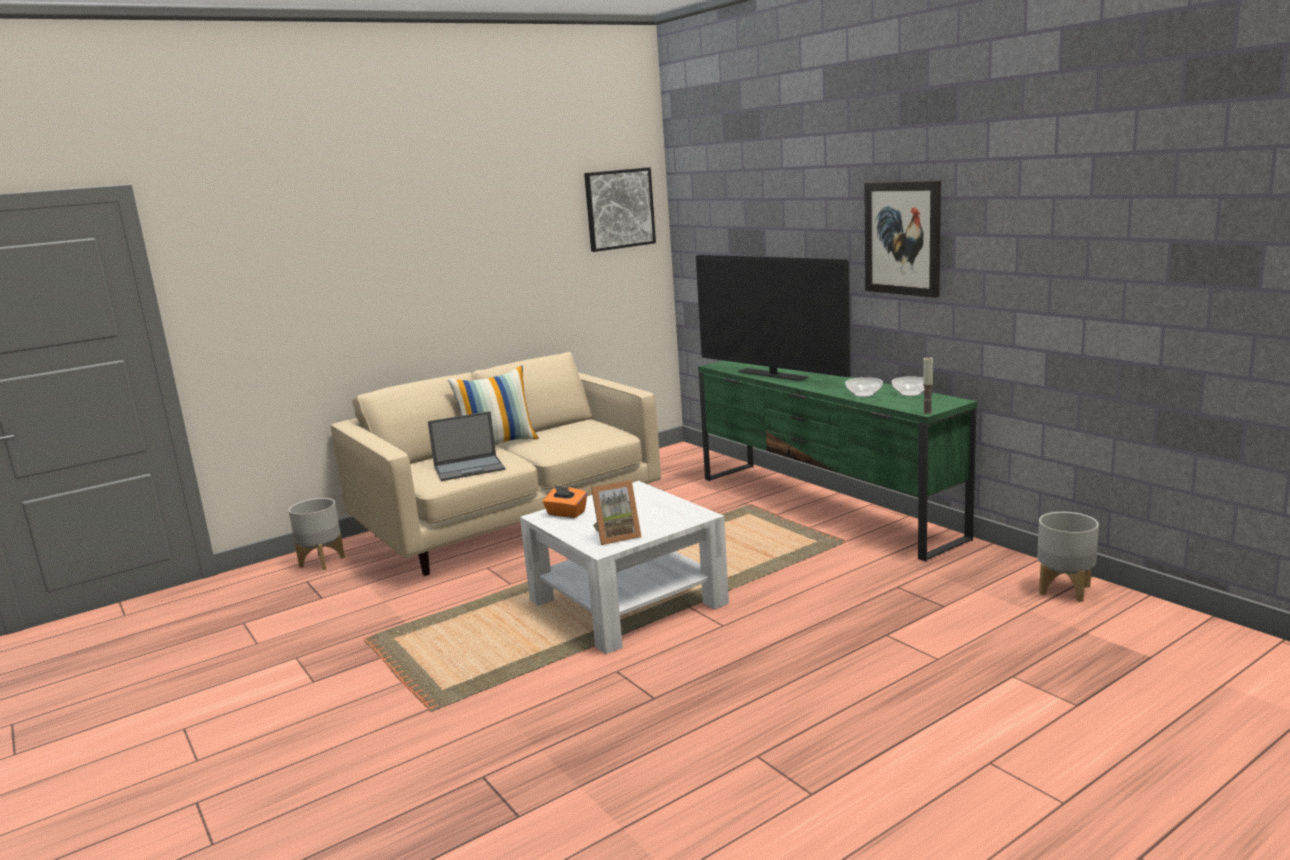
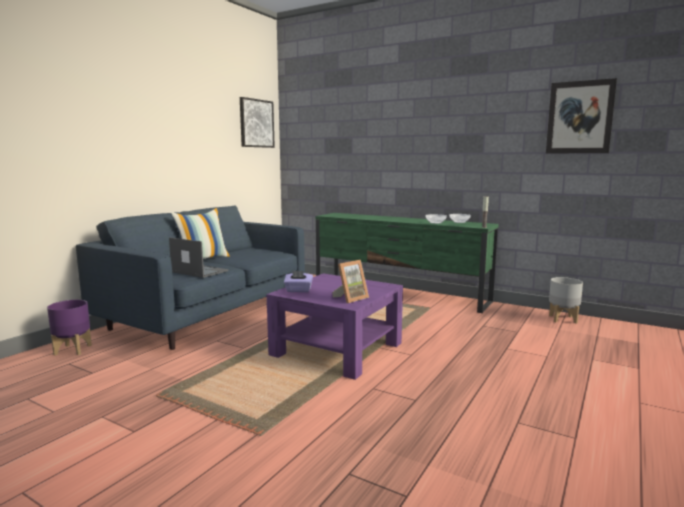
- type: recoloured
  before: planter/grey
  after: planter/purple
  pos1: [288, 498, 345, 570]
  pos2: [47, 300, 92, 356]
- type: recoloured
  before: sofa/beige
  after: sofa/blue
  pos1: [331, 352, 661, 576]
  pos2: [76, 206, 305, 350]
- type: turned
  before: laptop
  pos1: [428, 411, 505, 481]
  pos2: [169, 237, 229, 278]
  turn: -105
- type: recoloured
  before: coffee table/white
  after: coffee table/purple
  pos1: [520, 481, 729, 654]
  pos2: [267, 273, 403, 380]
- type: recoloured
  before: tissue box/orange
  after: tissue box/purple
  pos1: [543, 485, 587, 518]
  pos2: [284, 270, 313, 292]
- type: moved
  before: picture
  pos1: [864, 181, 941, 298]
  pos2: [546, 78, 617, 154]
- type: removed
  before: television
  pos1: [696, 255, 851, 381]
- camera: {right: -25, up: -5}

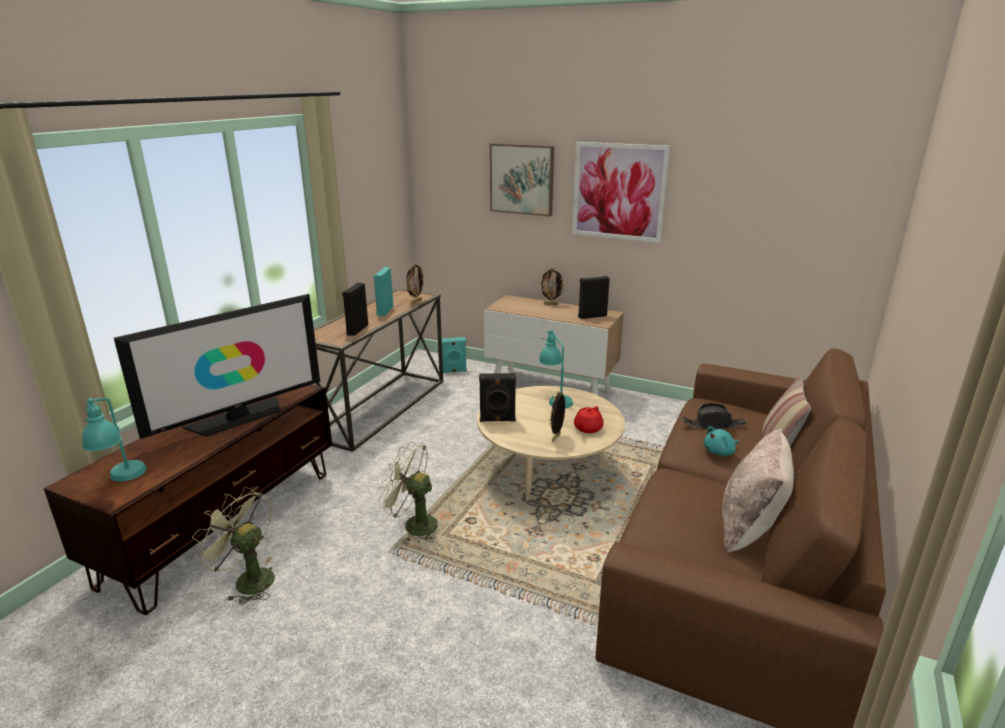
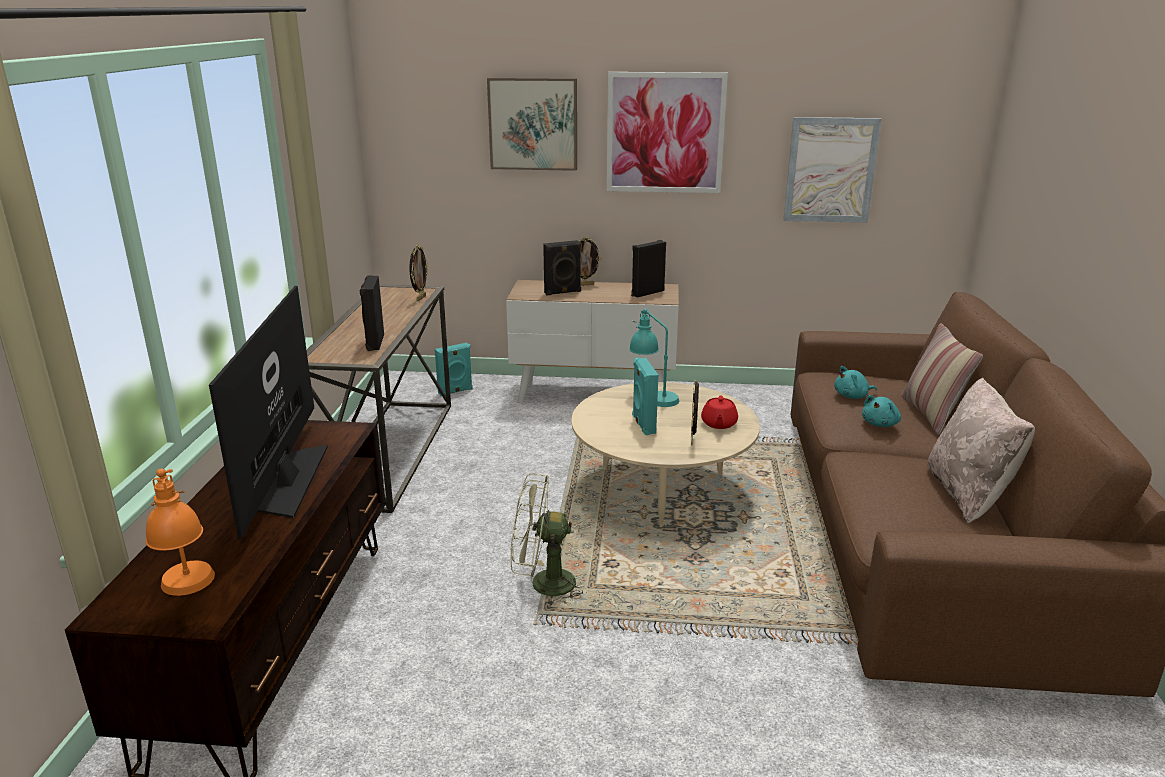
- type: recoloured
  before: table lamp/turquoise
  after: table lamp/orange
  pos1: [82, 398, 147, 481]
  pos2: [145, 468, 215, 596]
- type: turned
  before: television
  pos1: [114, 294, 320, 439]
  pos2: [209, 286, 328, 539]
  turn: 150
- type: moved
  before: speaker/black
  pos1: [479, 373, 516, 422]
  pos2: [543, 240, 581, 296]
- type: moved
  before: speaker/turquoise
  pos1: [373, 267, 394, 316]
  pos2: [632, 358, 658, 435]
- type: added
  after: picture
  pos2: [784, 117, 882, 223]
- type: replaced
  before: hat/black
  after: plush toy/turquoise
  pos1: [682, 403, 747, 429]
  pos2: [834, 366, 877, 399]
- type: removed
  before: fan/green
  pos1: [192, 487, 275, 605]
- camera: {right: -20, up: 0}

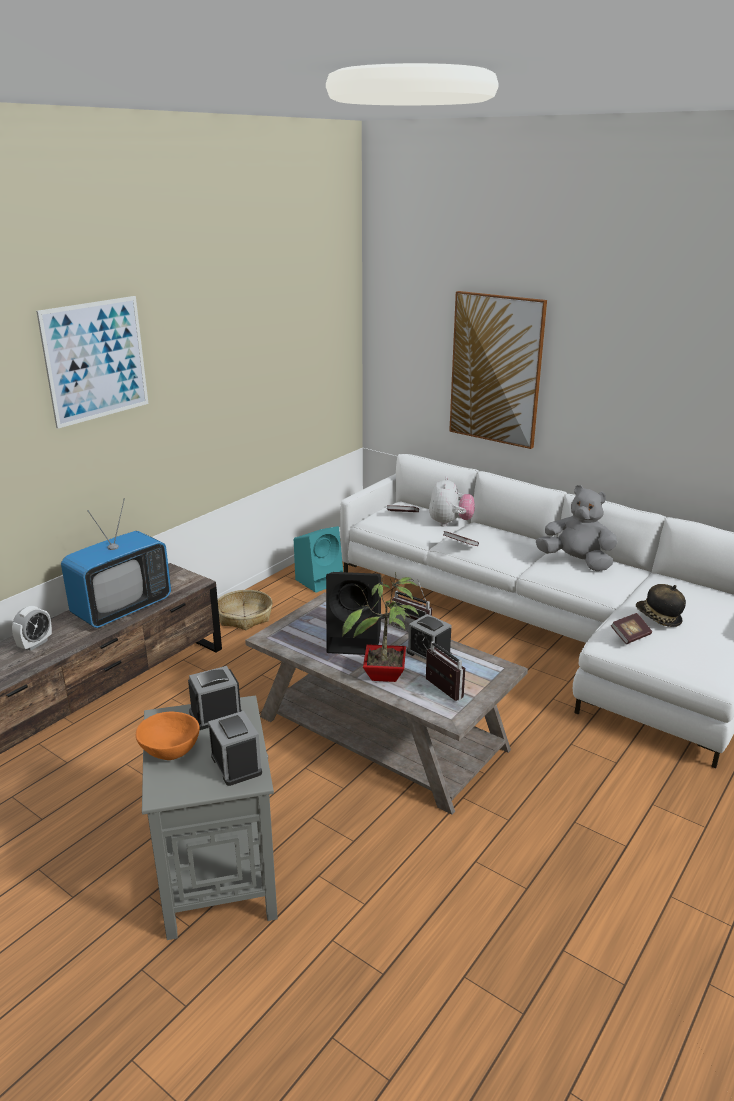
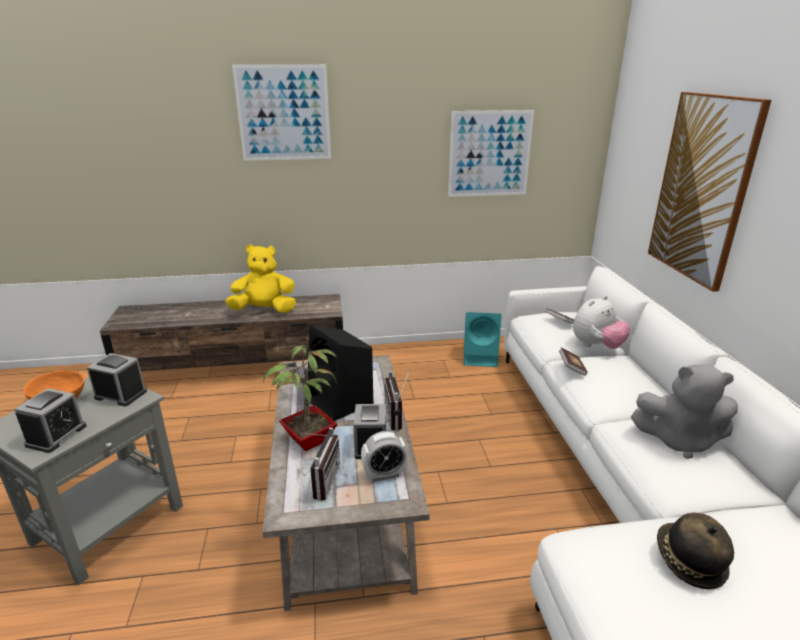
- type: replaced
  before: television
  after: plush toy/yellow
  pos1: [61, 498, 171, 628]
  pos2: [225, 244, 296, 313]
- type: moved
  before: alarm clock
  pos1: [12, 606, 52, 651]
  pos2: [361, 431, 408, 482]
- type: added
  after: picture
  pos2: [448, 110, 534, 197]
- type: turned
  before: plush toy/grey
  pos1: [536, 485, 618, 571]
  pos2: [630, 364, 738, 459]
  turn: 120
- type: removed
  before: basket
  pos1: [218, 590, 273, 630]
- type: removed
  before: book
  pos1: [610, 613, 652, 644]
- camera: {right: 45, up: 0}

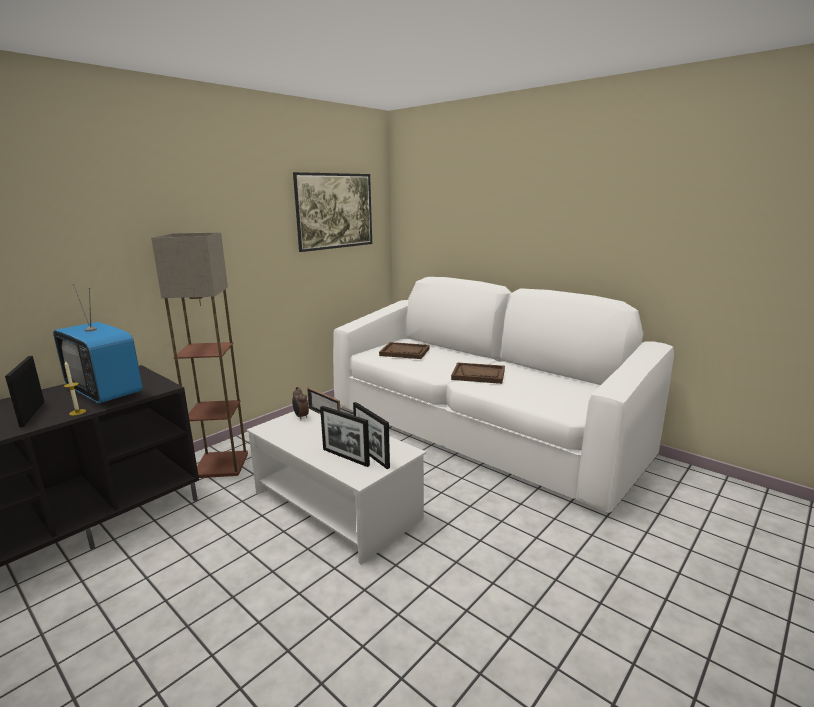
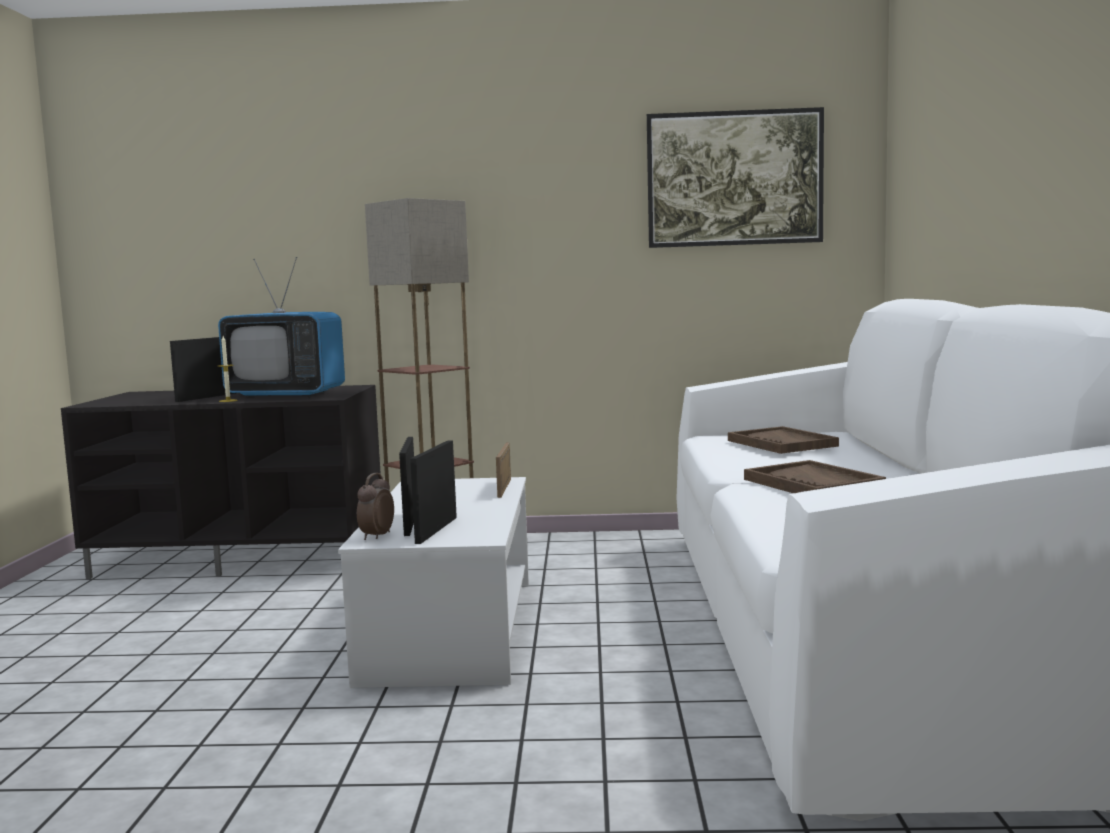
- type: turned
  before: television
  pos1: [53, 284, 143, 403]
  pos2: [218, 257, 345, 397]
  turn: -75
- type: moved
  before: alarm clock
  pos1: [292, 387, 309, 420]
  pos2: [357, 473, 394, 540]
- camera: {right: 50, up: -10}

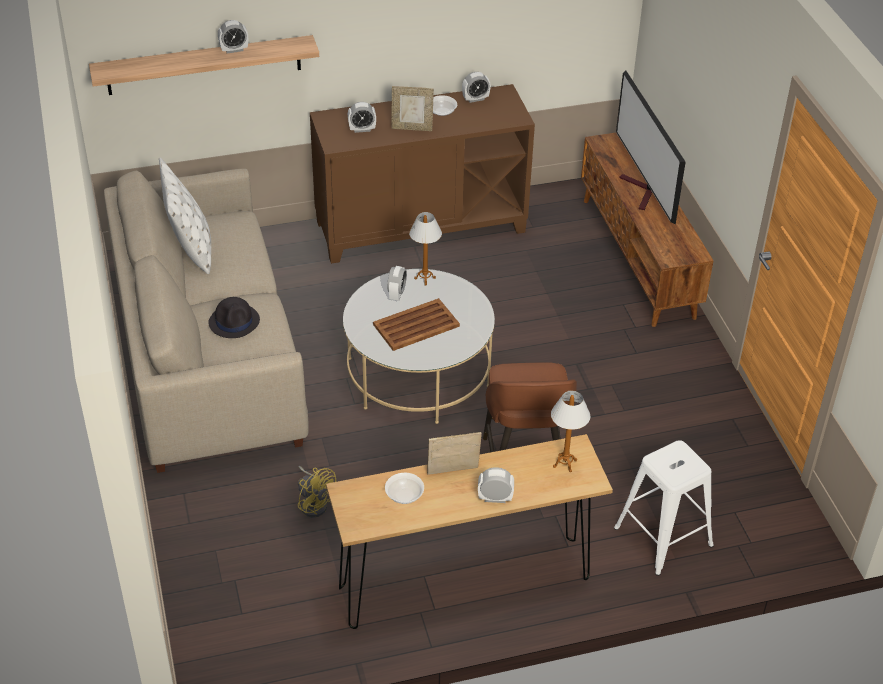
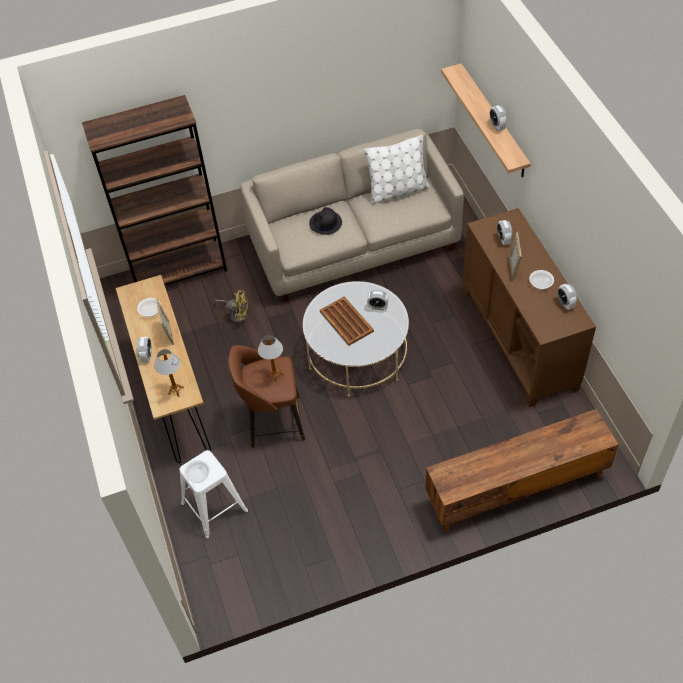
- type: added
  after: bookcase/brown
  pos2: [82, 95, 227, 285]
- type: added
  after: bowl
  pos2: [184, 460, 210, 483]
- type: turned
  before: fan/yellow
  pos1: [297, 466, 336, 518]
  pos2: [215, 290, 248, 323]
  turn: -120
- type: moved
  before: table lamp
  pos1: [409, 212, 442, 286]
  pos2: [258, 334, 283, 382]
- type: removed
  before: television
  pos1: [616, 71, 686, 224]
- camera: {right: 90, up: 10}

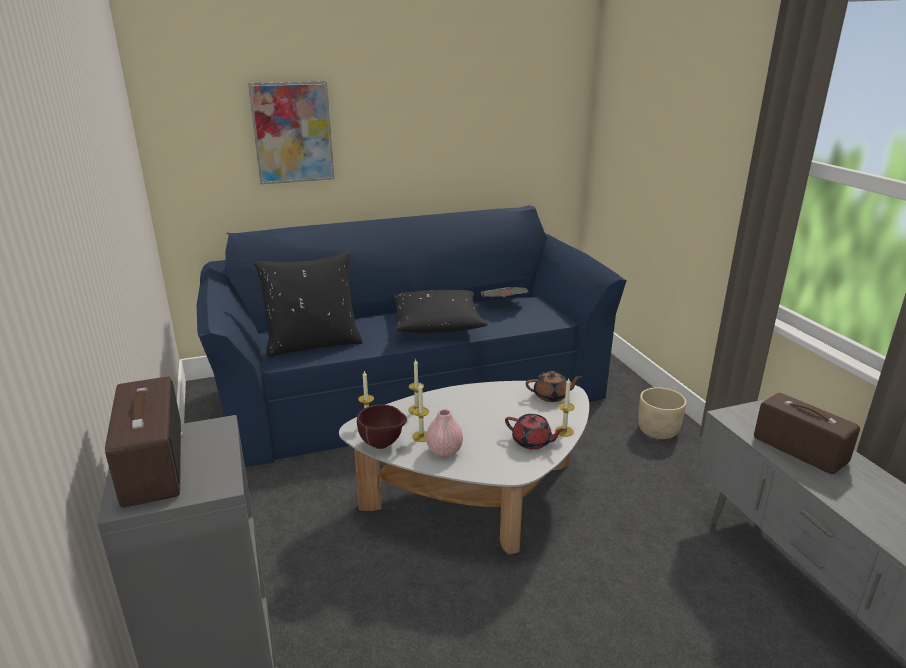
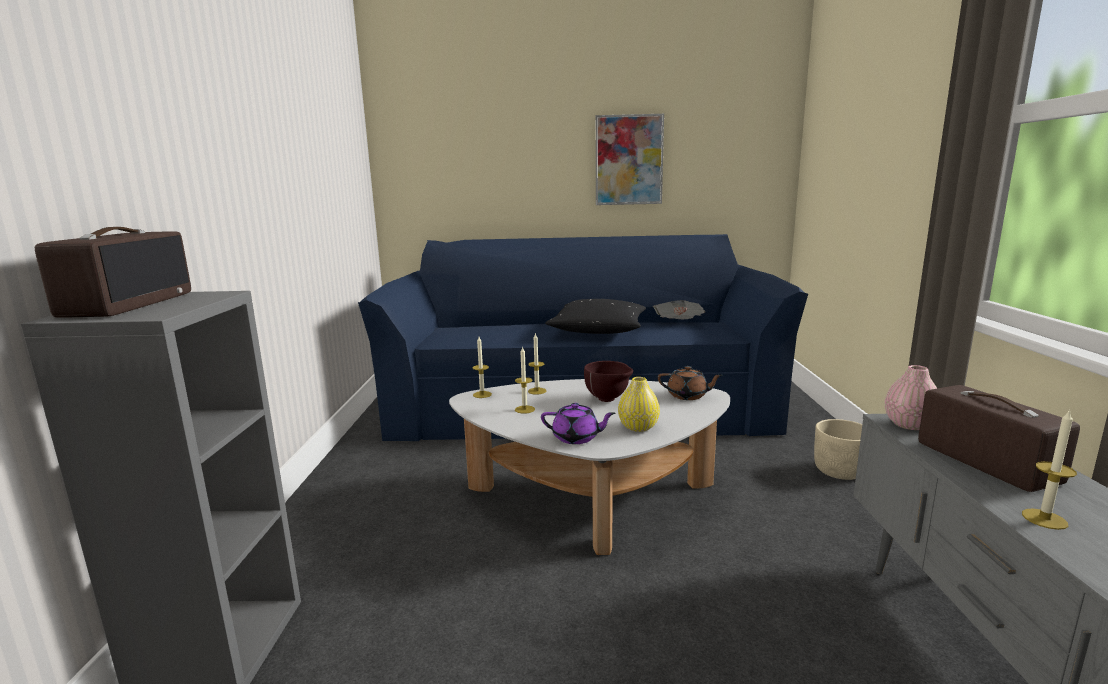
- type: added
  after: teapot/purple
  pos2: [541, 403, 615, 444]
- type: moved
  before: bowl/brown
  pos1: [357, 405, 407, 449]
  pos2: [584, 361, 633, 402]
- type: moved
  before: picture
  pos1: [248, 81, 334, 184]
  pos2: [596, 114, 664, 205]
- type: replaced
  before: teapot/red
  after: vase/yellow
  pos1: [505, 414, 565, 450]
  pos2: [618, 377, 660, 432]
- type: moved
  before: vase/pink
  pos1: [426, 409, 463, 457]
  pos2: [885, 365, 937, 430]
- type: moved
  before: candle
  pos1: [555, 379, 575, 437]
  pos2: [1022, 409, 1077, 530]
- type: removed
  before: pillow/black
  pos1: [254, 252, 363, 357]
- camera: {right: 20, up: -10}

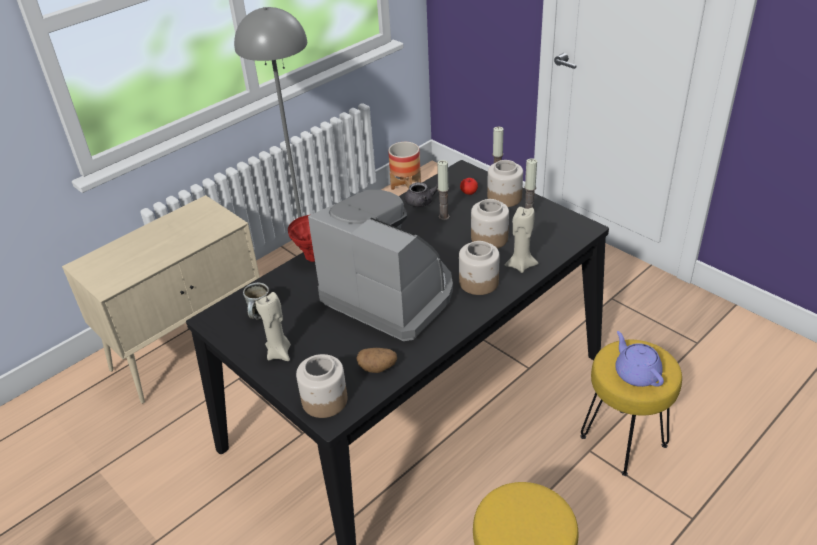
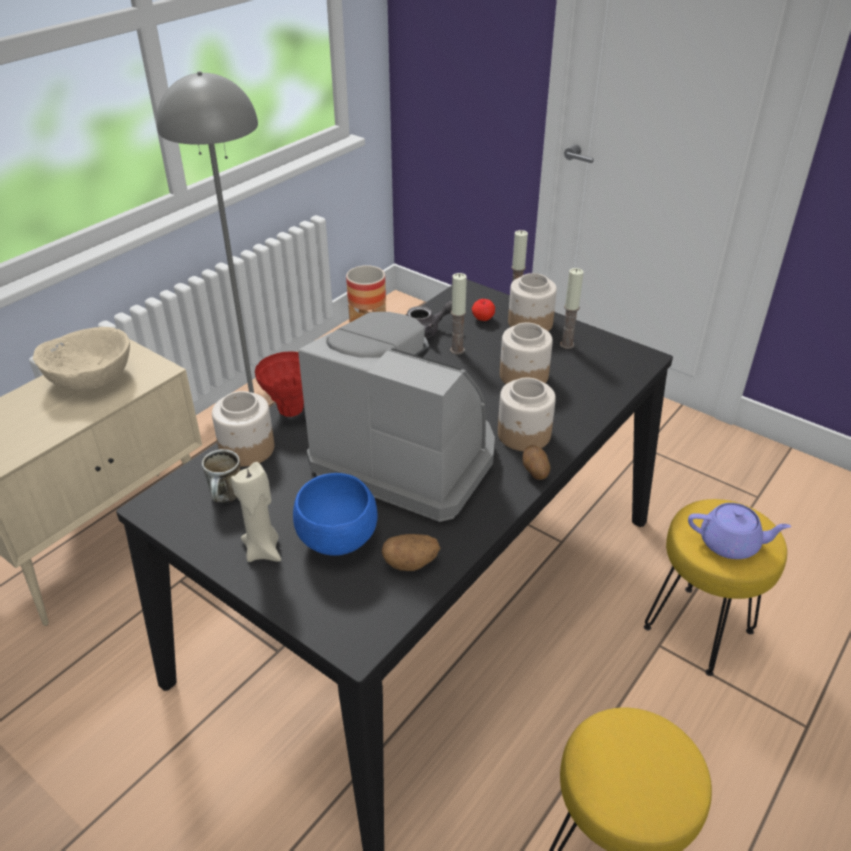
- type: added
  after: bowl/beige
  pos2: [33, 327, 130, 391]
- type: moved
  before: jar
  pos1: [296, 354, 347, 418]
  pos2: [212, 391, 274, 467]
- type: added
  after: bowl/blue
  pos2: [293, 473, 378, 556]
- type: added
  after: potato
  pos2: [523, 445, 551, 480]
- type: turned
  before: teapot/purple
  pos1: [615, 331, 664, 387]
  pos2: [688, 503, 791, 559]
  turn: 135
- type: removed
  before: candle/beige
  pos1: [505, 207, 538, 273]
- camera: {right: -10, up: 0}

